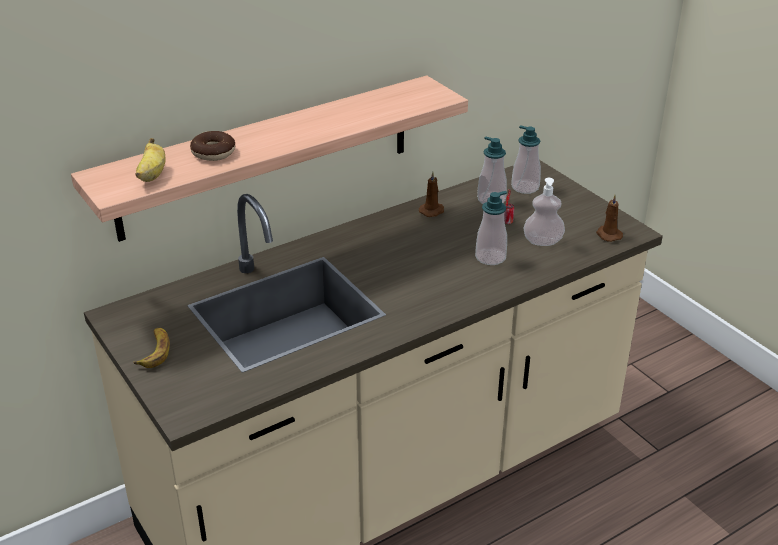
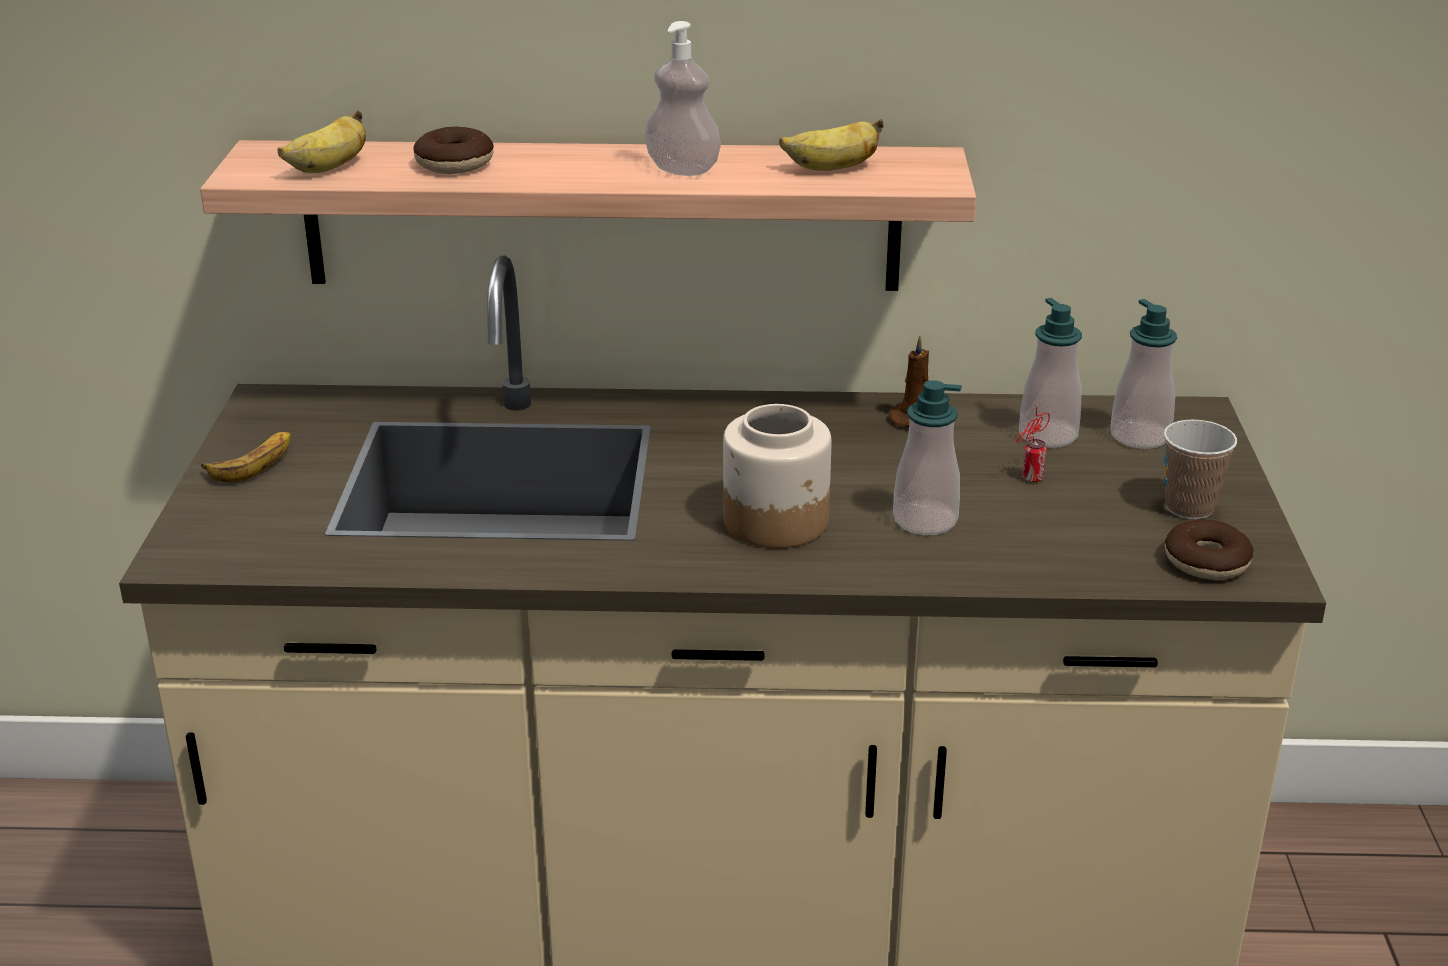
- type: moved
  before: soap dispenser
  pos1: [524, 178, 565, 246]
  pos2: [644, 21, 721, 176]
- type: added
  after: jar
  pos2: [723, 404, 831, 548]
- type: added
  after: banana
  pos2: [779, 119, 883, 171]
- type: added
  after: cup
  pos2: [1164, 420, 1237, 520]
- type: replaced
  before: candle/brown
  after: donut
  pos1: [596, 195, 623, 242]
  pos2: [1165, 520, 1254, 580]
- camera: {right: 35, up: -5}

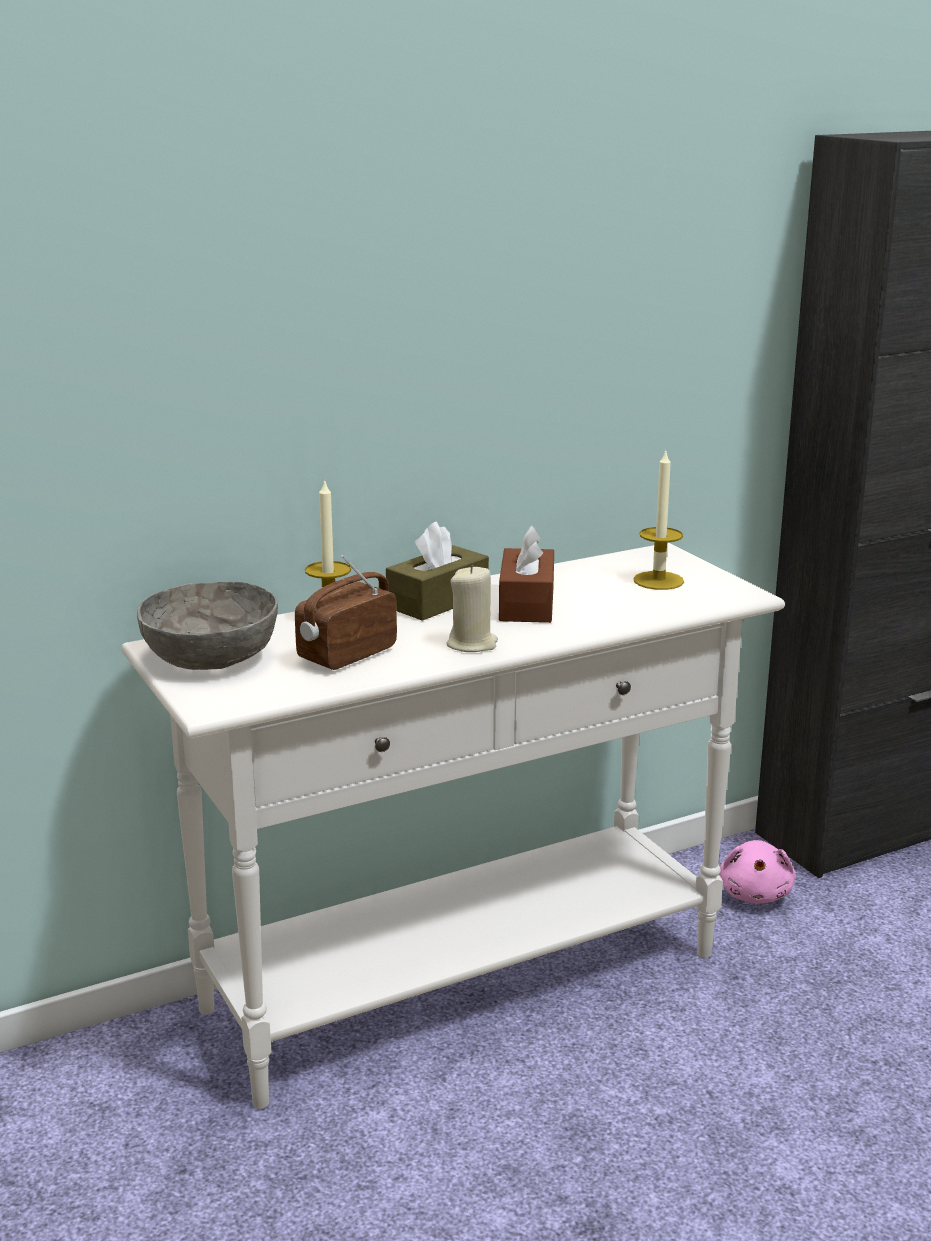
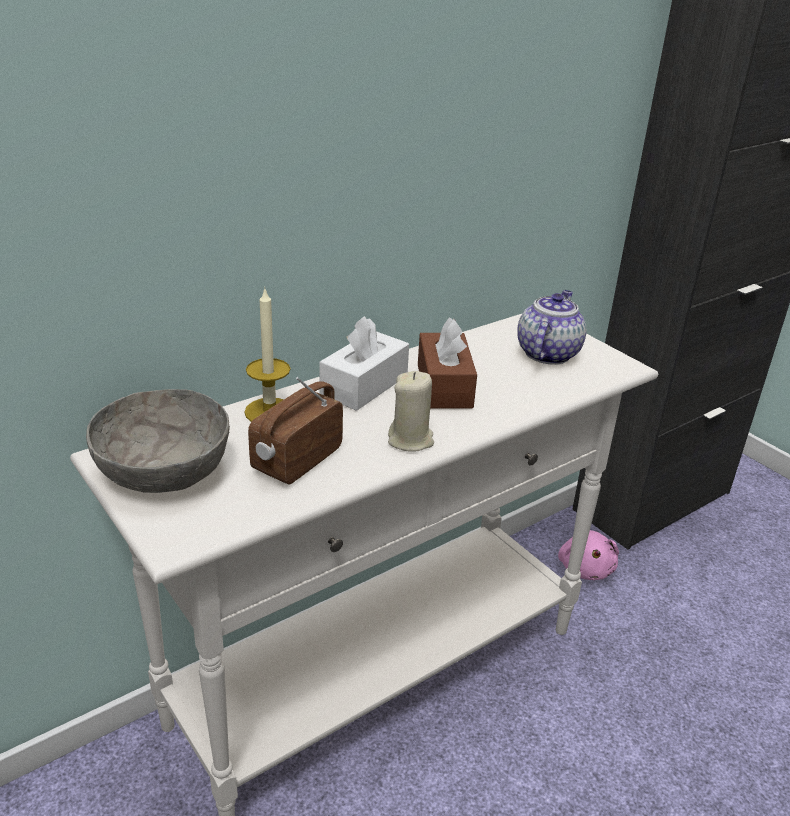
- type: recoloured
  before: tissue box/brown
  after: tissue box/white
  pos1: [386, 521, 489, 621]
  pos2: [319, 316, 409, 411]
- type: replaced
  before: candle
  after: teapot
  pos1: [634, 449, 684, 590]
  pos2: [517, 290, 586, 365]
- camera: {right: -10, up: 10}

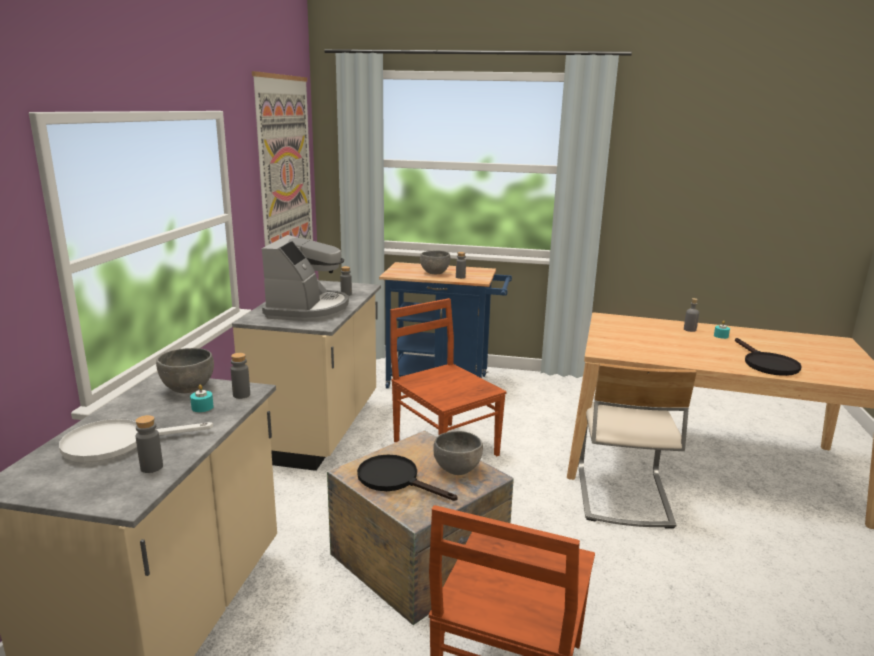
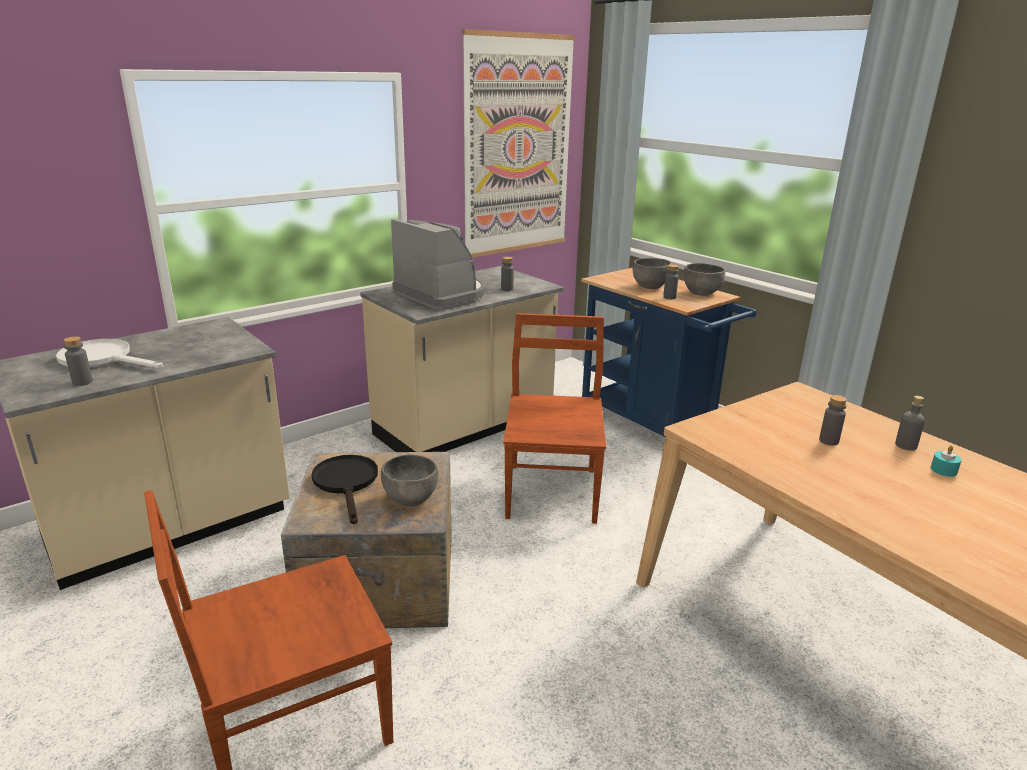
- type: turned
  before: coffee machine
  pos1: [262, 235, 349, 321]
  pos2: [391, 219, 486, 310]
  turn: -90
- type: moved
  before: bowl/grey
  pos1: [156, 348, 214, 393]
  pos2: [684, 263, 725, 296]
- type: moved
  before: bottle/grey
  pos1: [231, 353, 250, 399]
  pos2: [819, 395, 847, 446]
- type: removed
  before: candle/turquoise
  pos1: [190, 385, 214, 412]
- type: removed
  before: chair/beige
  pos1: [579, 363, 697, 529]
- type: removed
  before: frying pan/black
  pos1: [735, 338, 802, 376]
- camera: {right: 40, up: 5}

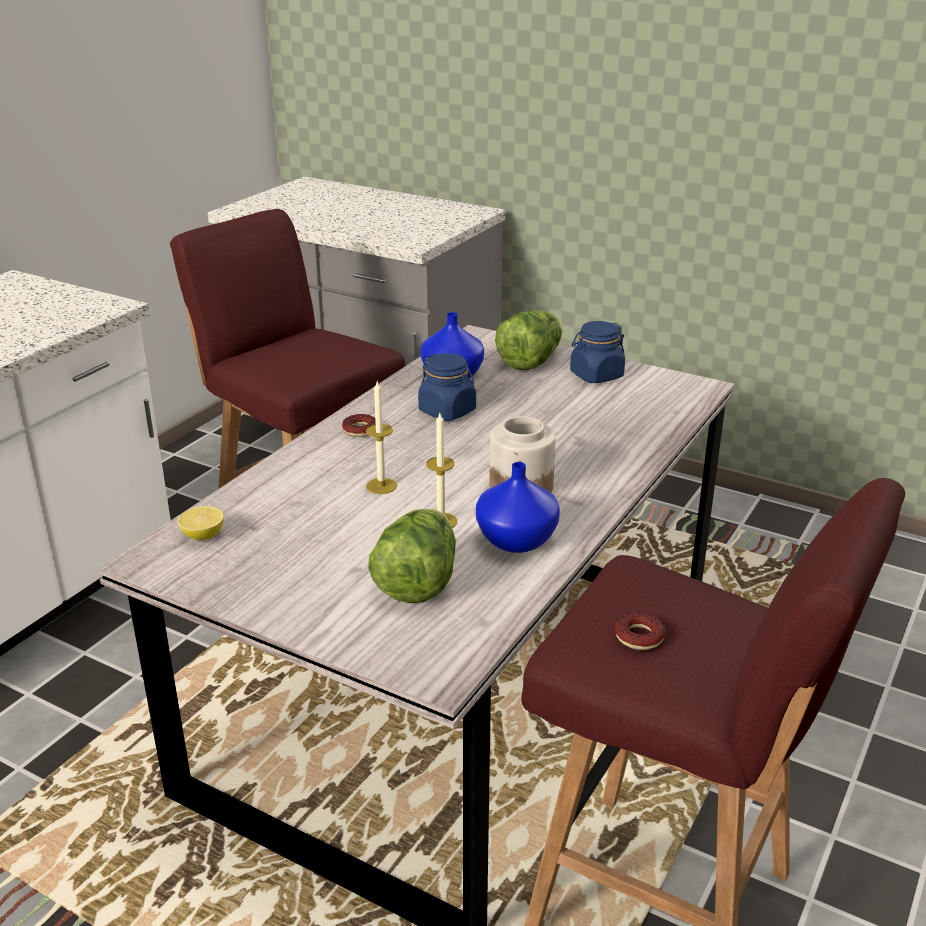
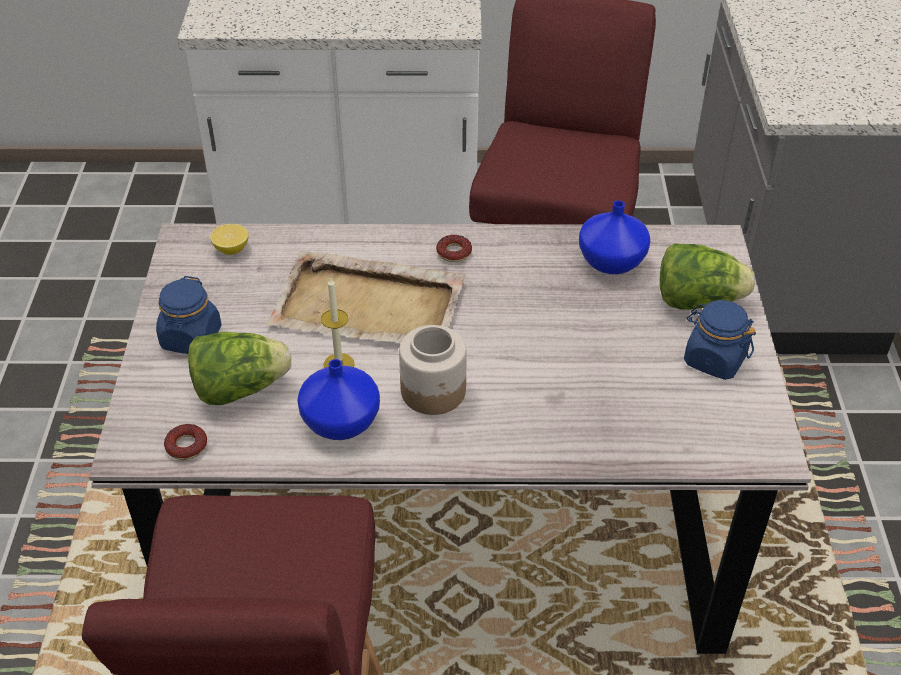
- type: moved
  before: jar/blue
  pos1: [418, 353, 476, 421]
  pos2: [156, 276, 222, 354]
- type: moved
  before: donut
  pos1: [615, 612, 665, 650]
  pos2: [164, 424, 207, 460]
- type: replaced
  before: candle
  after: tray/beige
  pos1: [366, 382, 397, 494]
  pos2: [266, 251, 466, 343]
- camera: {right: 60, up: 15}

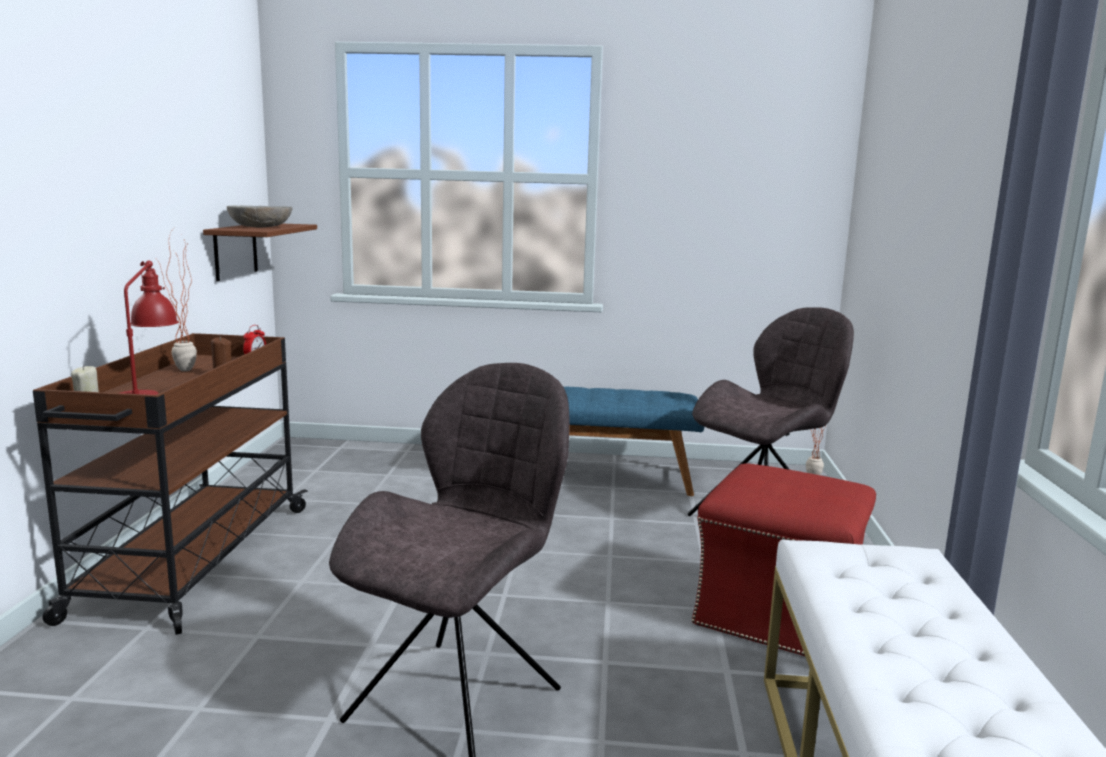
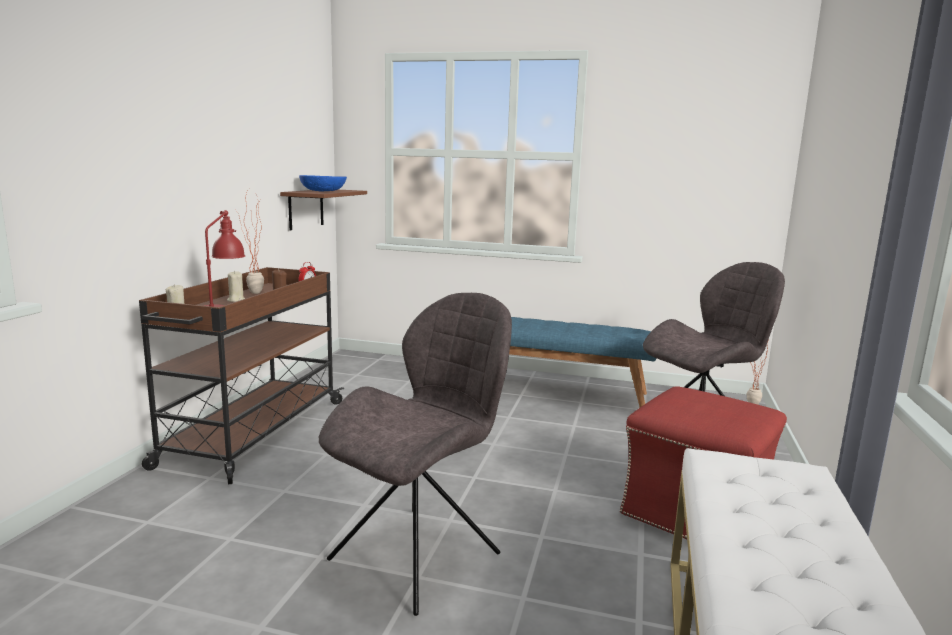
- type: added
  after: candle/beige
  pos2: [227, 271, 245, 302]
- type: recoloured
  before: bowl/grey
  after: bowl/blue
  pos1: [227, 206, 293, 227]
  pos2: [299, 175, 347, 191]
- camera: {right: 10, up: 0}

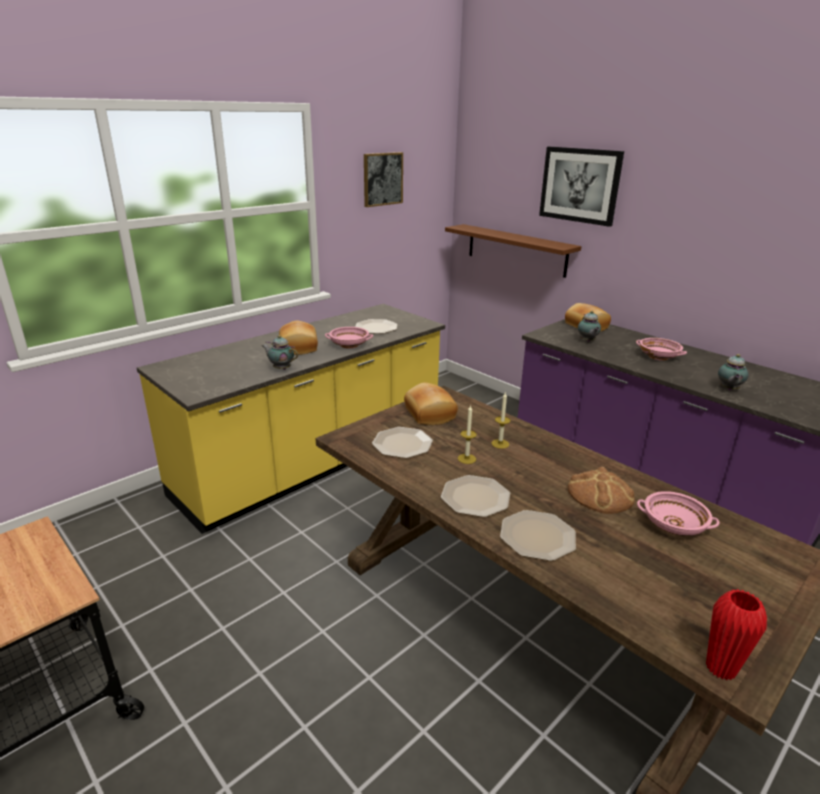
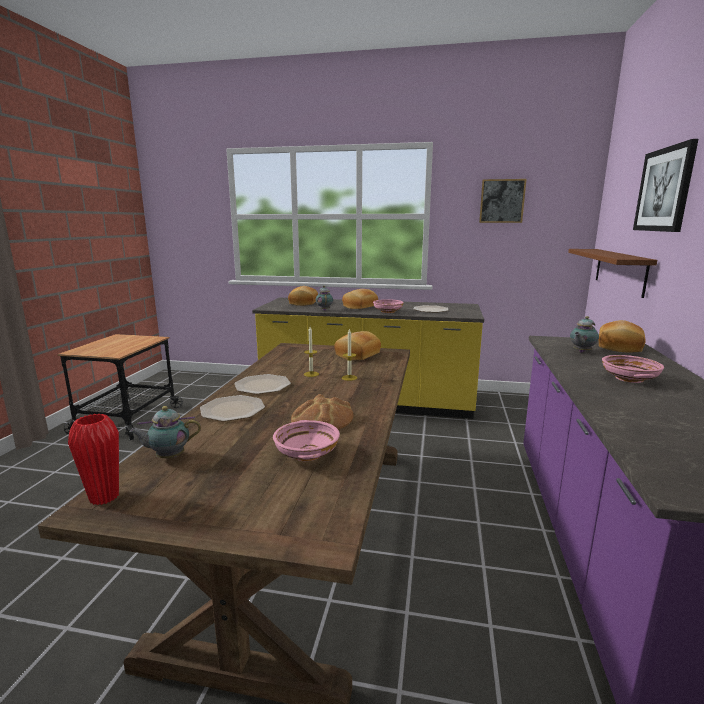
- type: moved
  before: teapot
  pos1: [718, 354, 748, 390]
  pos2: [129, 406, 201, 458]
- type: added
  after: bread
  pos2: [288, 286, 318, 306]
- type: removed
  before: plate
  pos1: [372, 427, 433, 458]
- camera: {right: 55, up: -10}

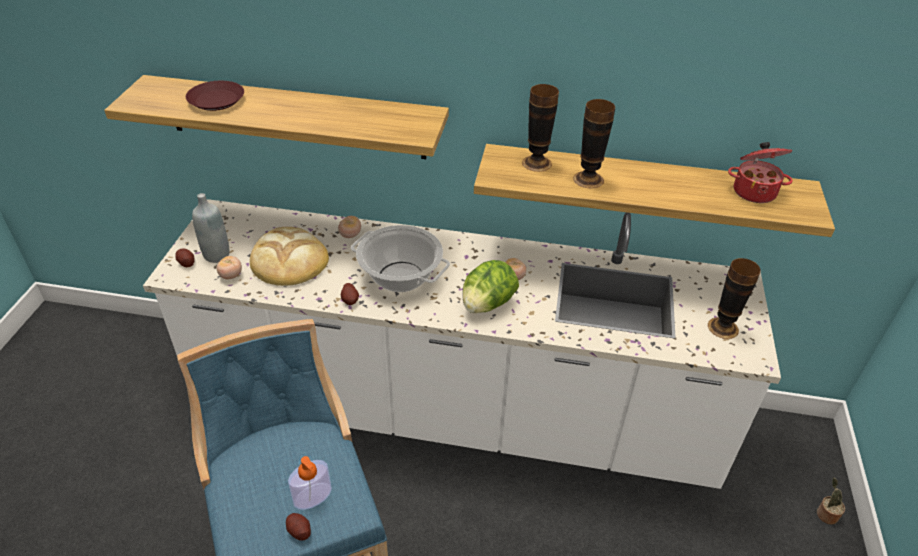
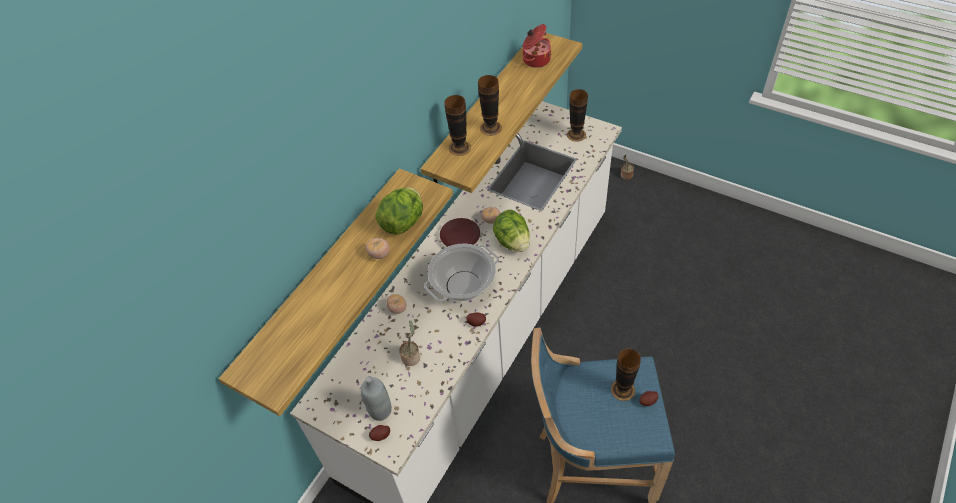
- type: moved
  before: tomato
  pos1: [217, 256, 242, 279]
  pos2: [366, 238, 390, 259]
- type: added
  after: lettuce
  pos2: [375, 187, 423, 235]
- type: replaced
  before: bread
  after: potted plant
  pos1: [250, 227, 329, 286]
  pos2: [399, 320, 420, 366]
- type: moved
  before: plate/brown
  pos1: [186, 81, 244, 111]
  pos2: [440, 218, 480, 247]
- type: replaced
  before: soap dispenser
  after: vase
  pos1: [288, 456, 332, 510]
  pos2: [611, 349, 641, 401]
- camera: {right: -65, up: 10}

